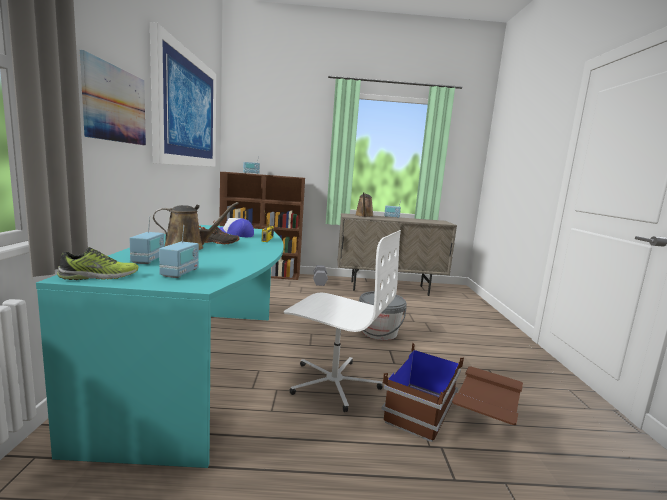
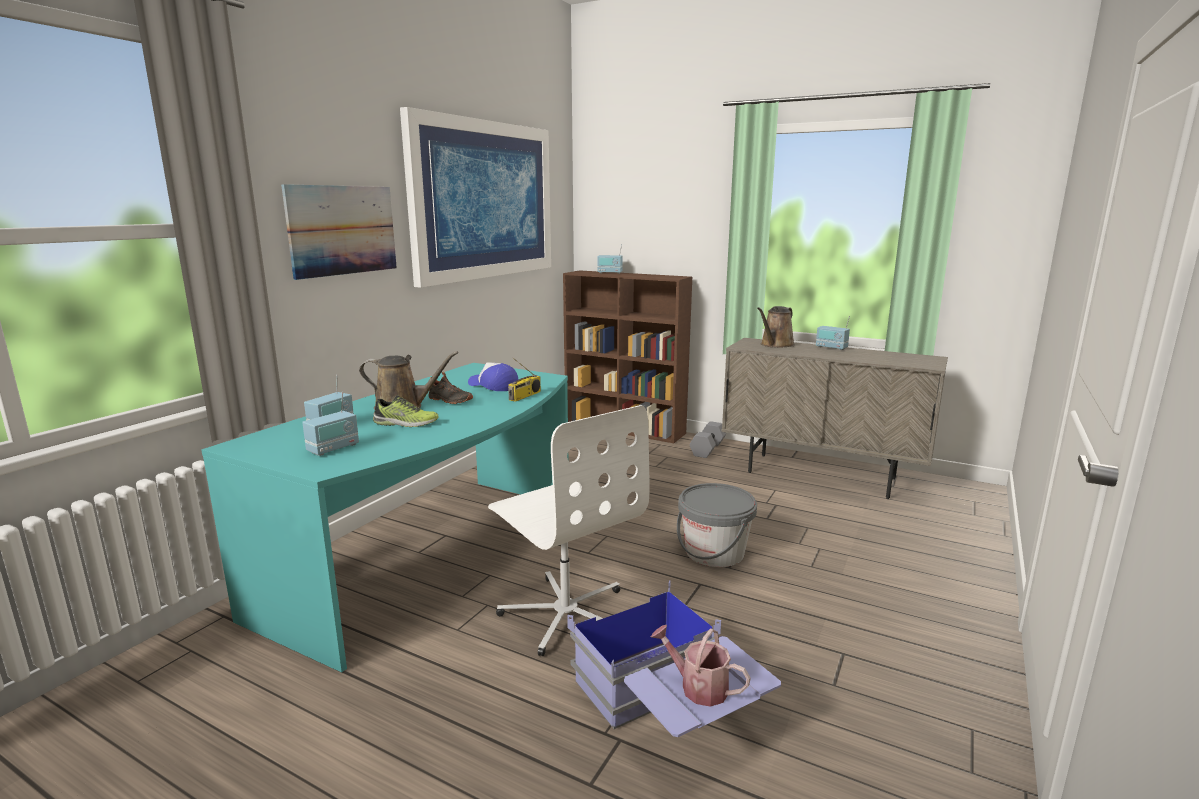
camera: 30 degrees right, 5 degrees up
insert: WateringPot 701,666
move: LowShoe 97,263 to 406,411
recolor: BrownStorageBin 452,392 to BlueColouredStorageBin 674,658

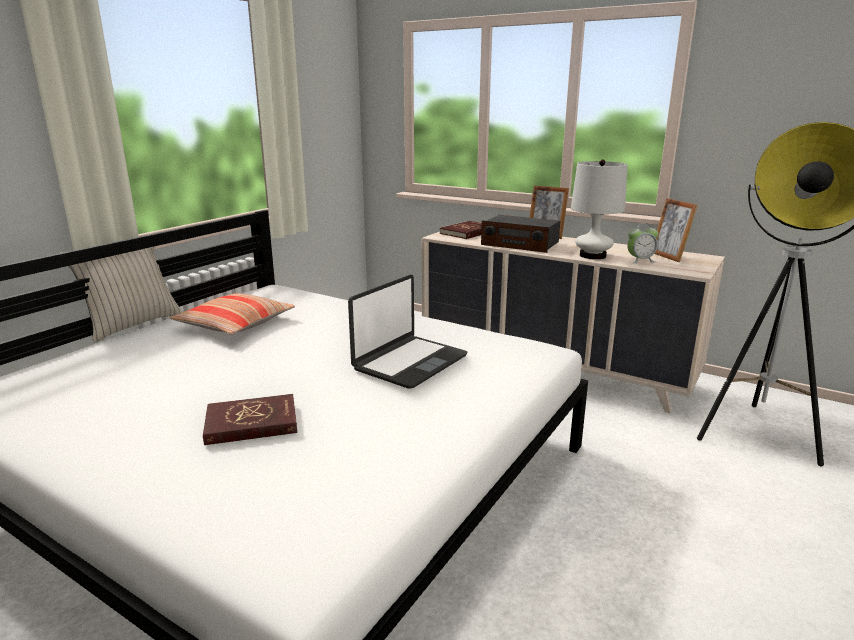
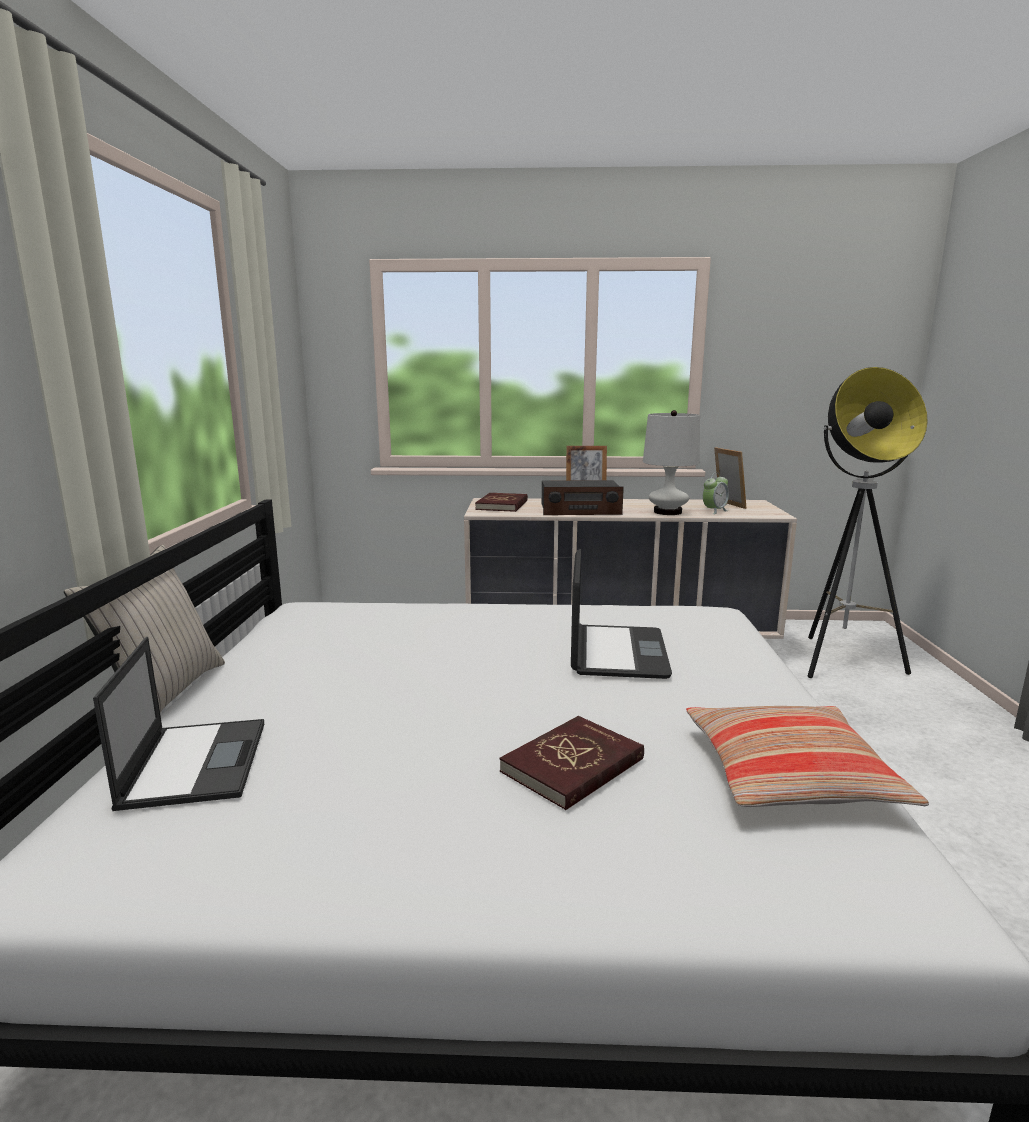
camera: 30 degrees left, 5 degrees down
insert: NotebookComputer 178,724
move: ThrowPillow 232,314 to 807,756
rotate: StandingFrame 676,230 = 730,478 150 degrees counterclockwise

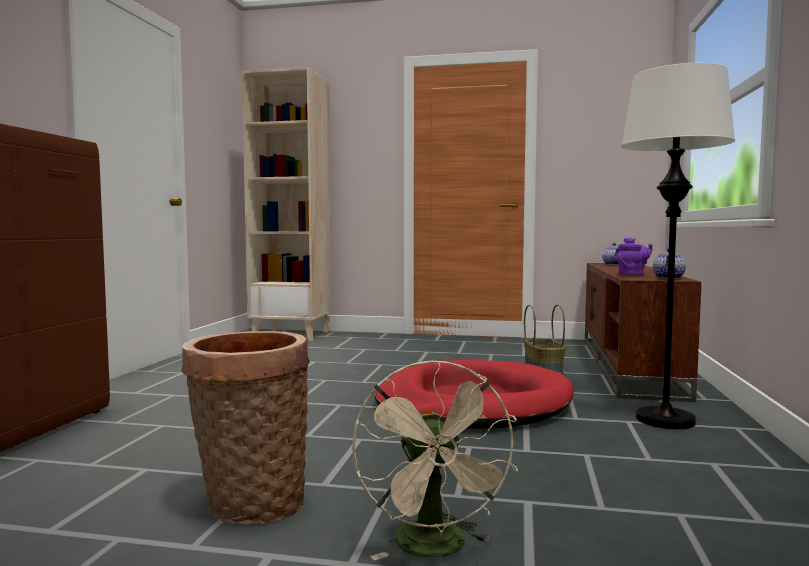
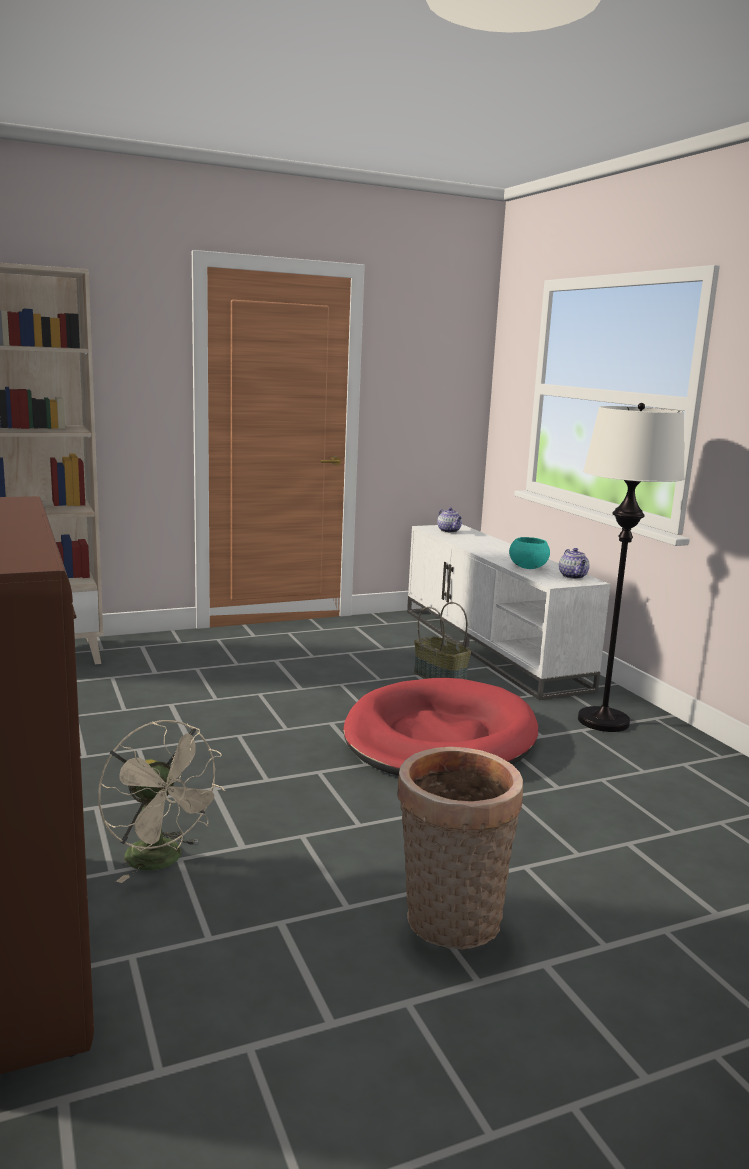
camera: 35 degrees left, 10 degrees up
move: BeigeColouredCoolingFan 435,460 to 161,801
replace: PurplishTeaPot 634,255 to BlueGreenServingBowl 529,553
recolor: BrownTvUnit 643,332 to WhiteColouredTvUnit 508,612

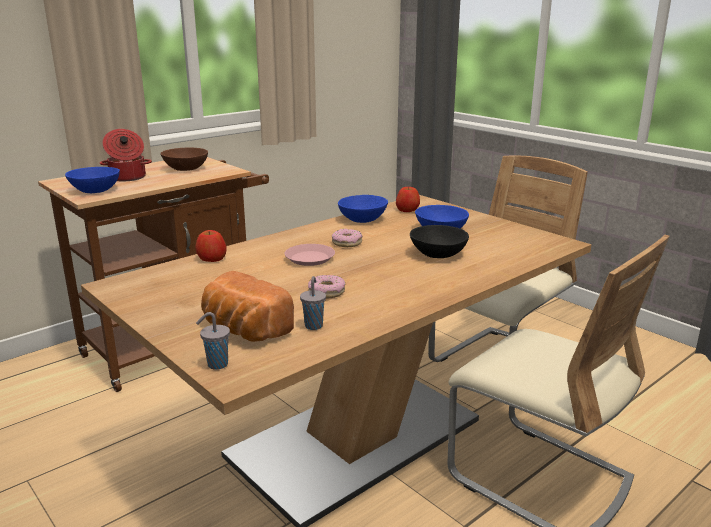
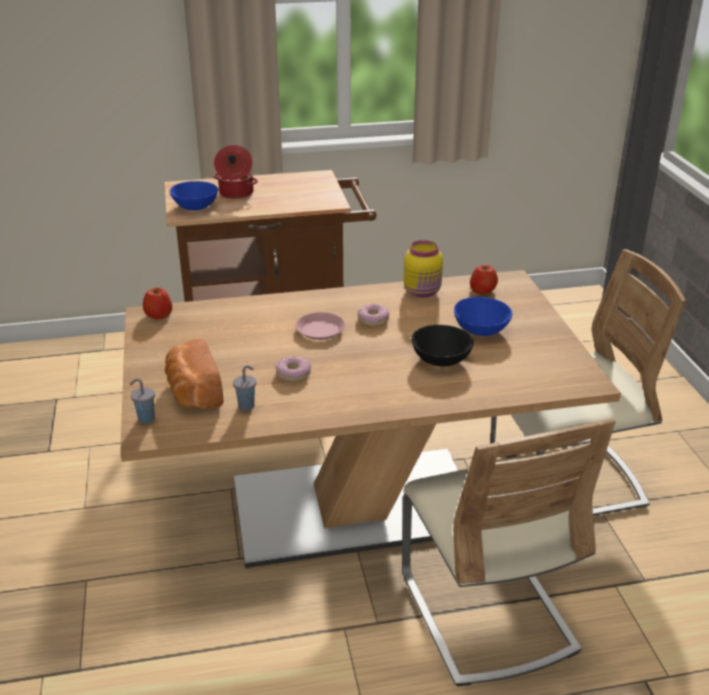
camera: 30 degrees right, 10 degrees up
delete: BrownServingBowl 184,159
move: WholeApple 211,246 to 157,303
replace: BlueColouredServingBowl 363,209 to YellowStorageJar 423,269

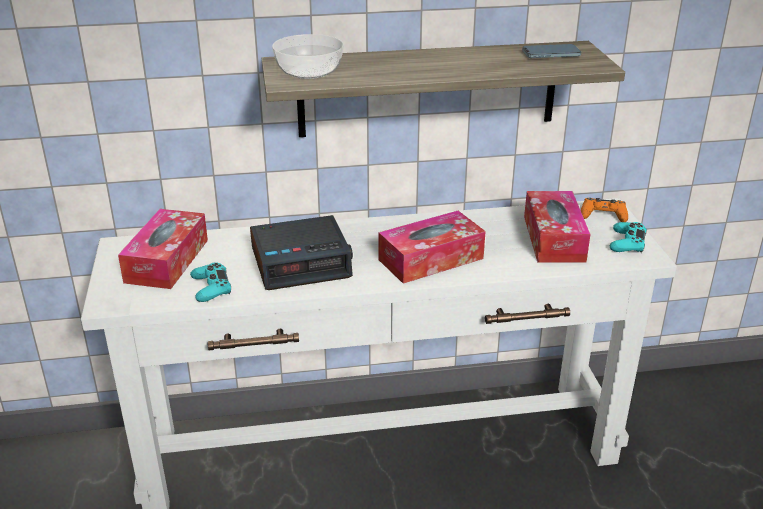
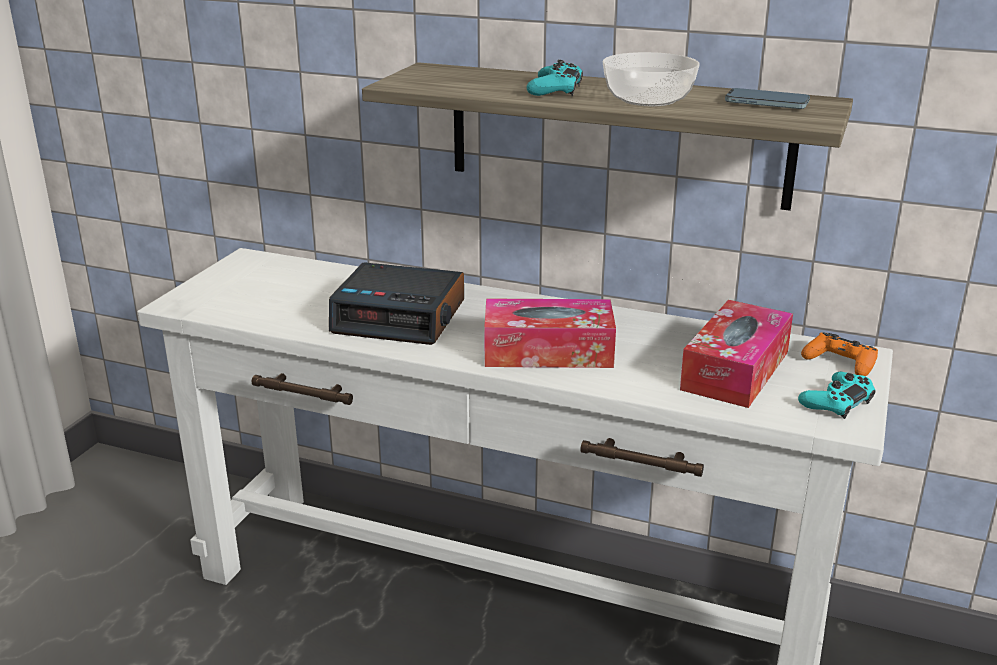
camera: 30 degrees right, 5 degrees down
delete: TissueHolder 163,249
move: BlueGreenGamepad 210,282 to 554,77; ServingBowl 308,56 to 651,79

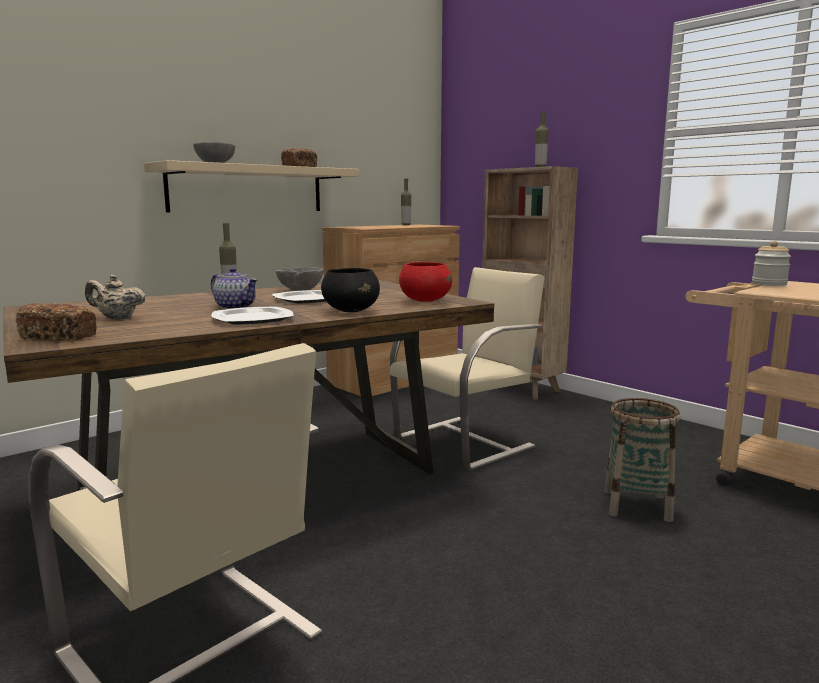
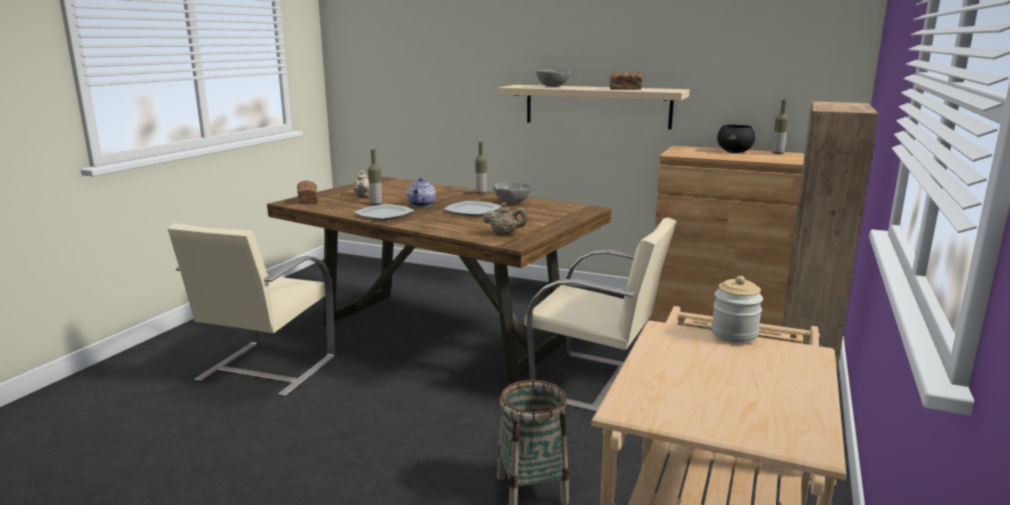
camera: 65 degrees right, 5 degrees up
move: BlackColouredServingBowl 350,290 to 736,138; BeverageBottle 542,139 to 375,177
replace: RedColouredServingBowl 425,282 to BeigeColouredTeaPot 505,218

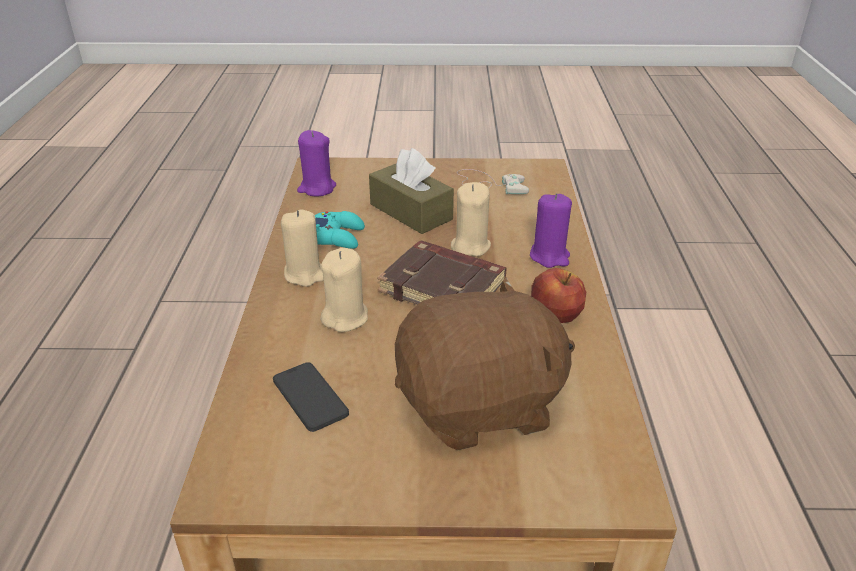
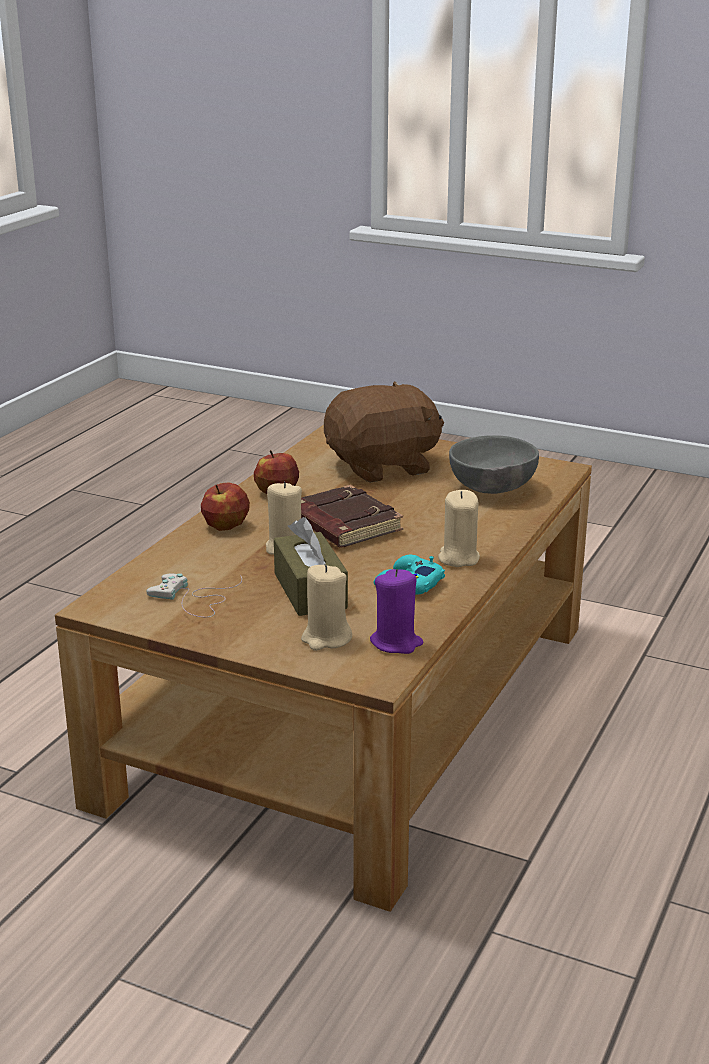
camera: 155 degrees left, 10 degrees down
move: BeigeColouredCandle 344,290 to 326,608
replace: Phone 311,397 to GrayServingBowl 494,464; PurplishCandle 551,230 to WholeApple 225,507
rotate: BrownSoftToy 485,363 = 384,432 150 degrees clockwise

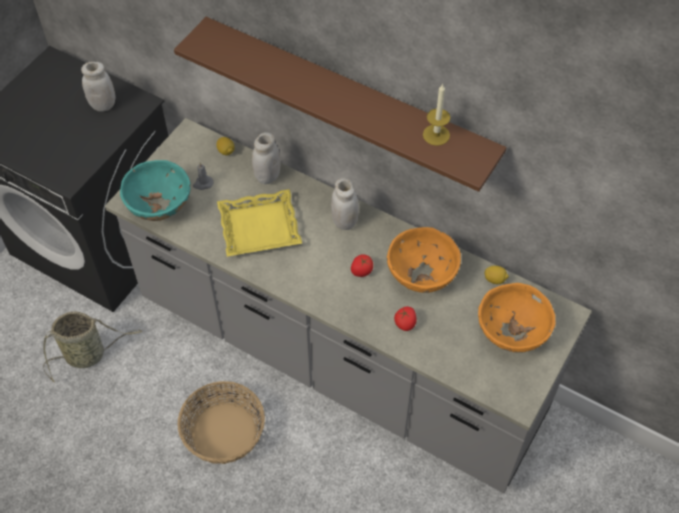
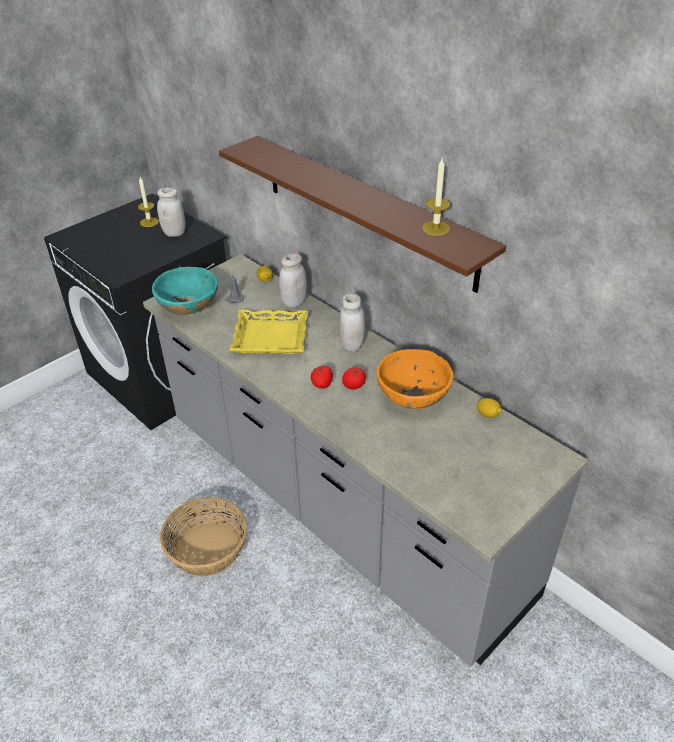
camera: 15 degrees right, 15 degrees down
delete: HouseholdBasket 92,347; OrangeyServingBowl 517,318
insert: Candle 148,202
move: Tomato 405,319 to 322,377

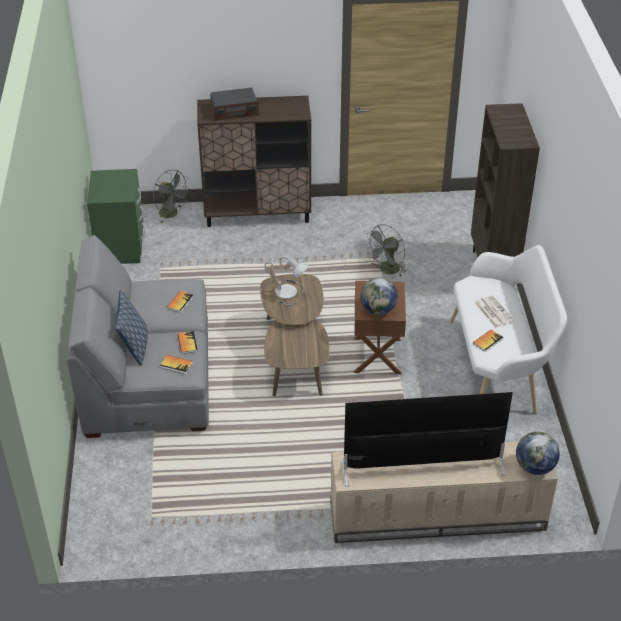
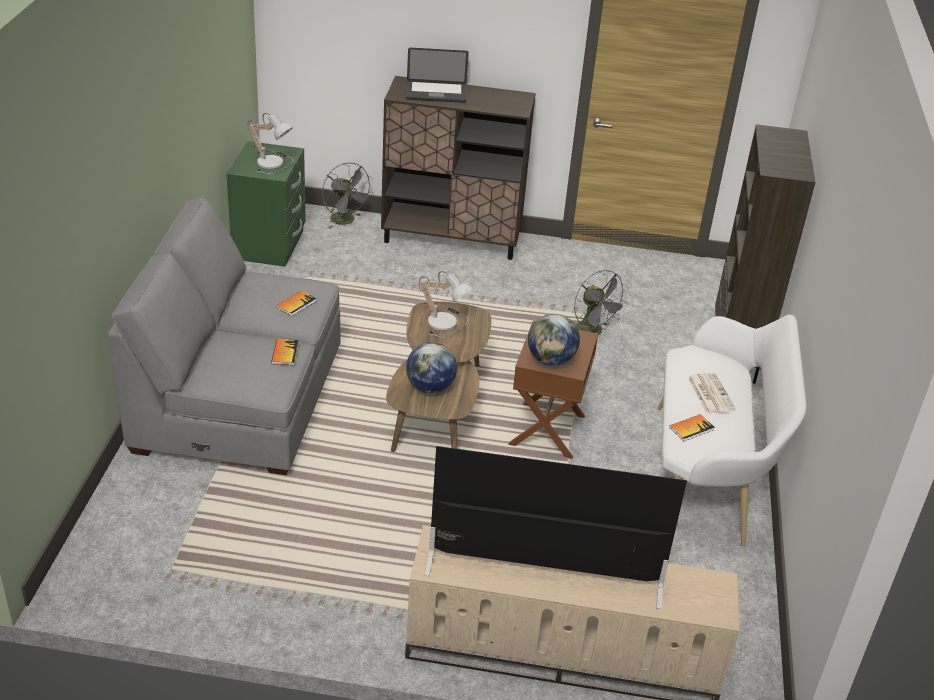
camera: 10 degrees right, 5 degrees down
delete: ThrowPillow 131,328; Volume 176,364
insert: TableLamp 270,143
move: WorldGlobe 538,453 to 431,367
replace: RadioReceiver 234,104 to NotebookComputer 437,75
rotate: GrayCoolingFan 385,250 = 601,302 90 degrees counterclockwise

